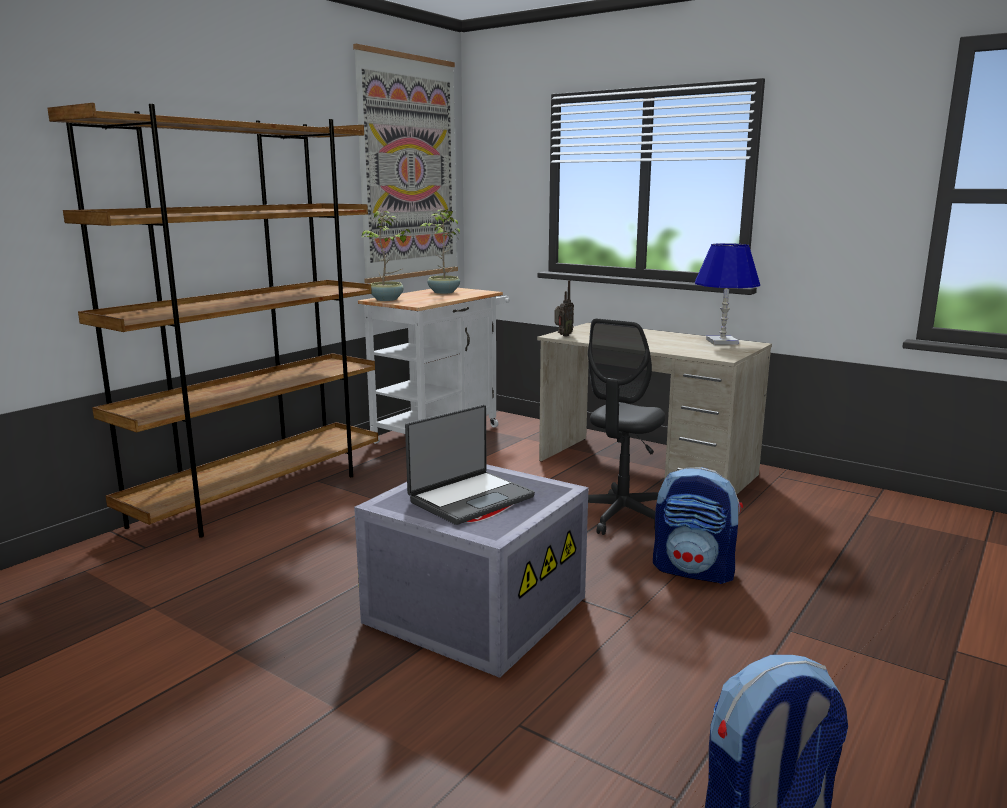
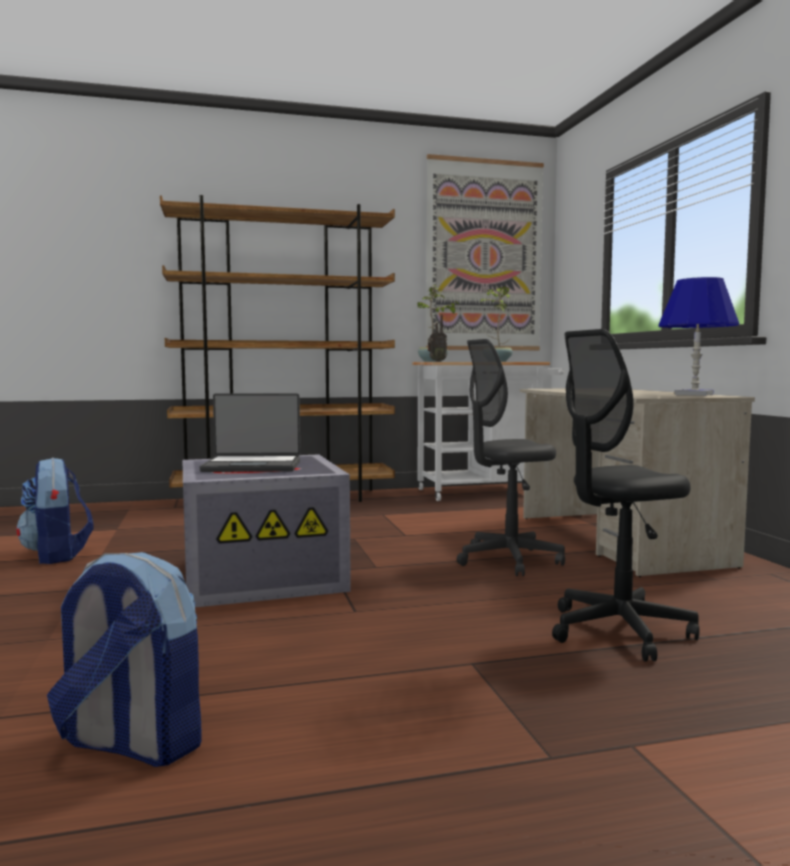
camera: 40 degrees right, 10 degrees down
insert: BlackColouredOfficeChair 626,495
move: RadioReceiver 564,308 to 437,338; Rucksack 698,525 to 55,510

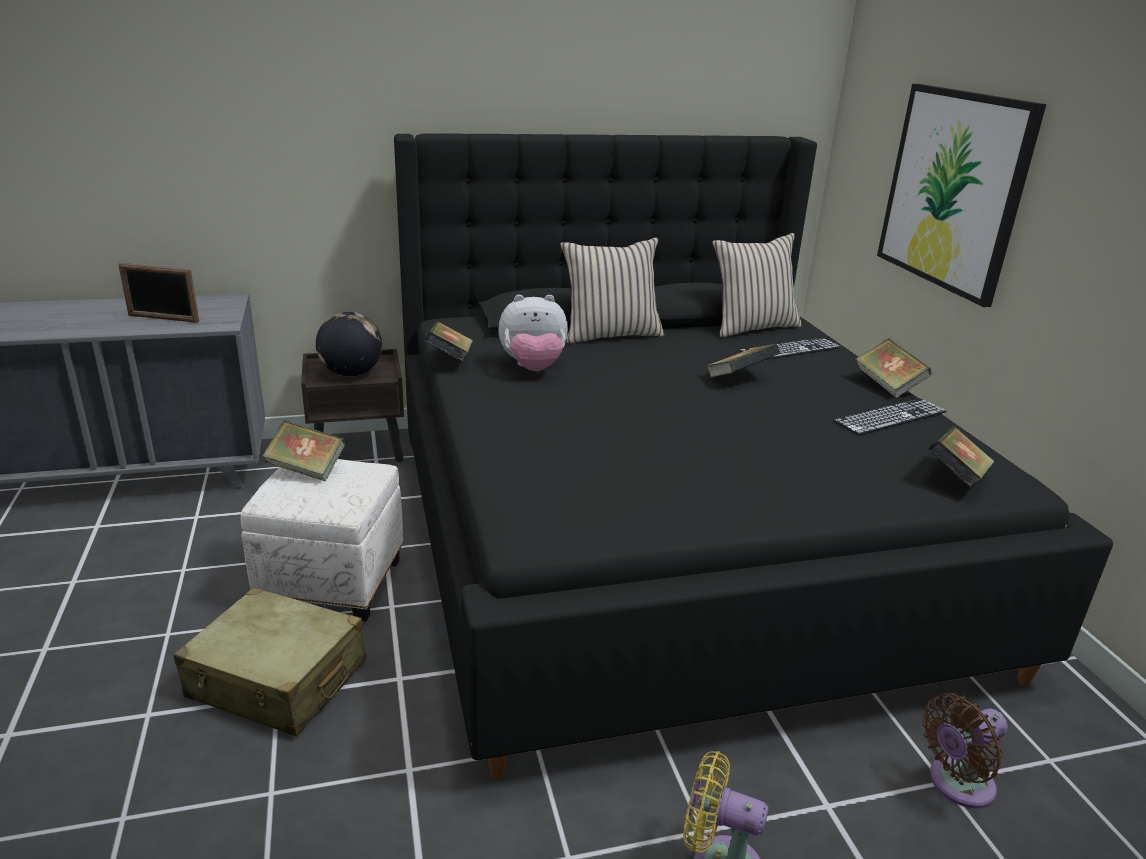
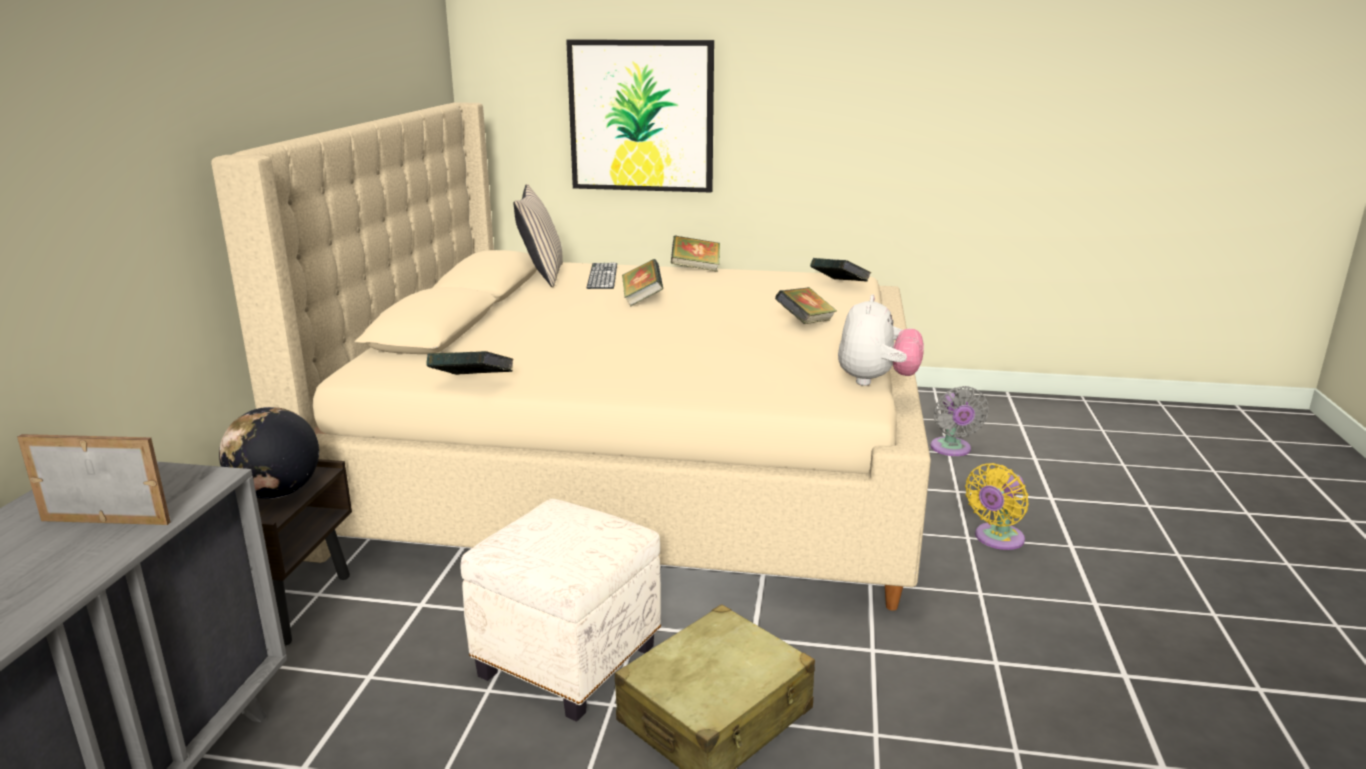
camera: 65 degrees left, 5 degrees down
delete: BeigeColouredThrowPillow 612,290; PcKeyboard 890,417
move: Volume 303,450 to 806,305; SoftToy 533,333 to 881,340
recolor: BlackColouredSleepingBed 753,456 to BeigeColouredSleepingBed 571,356; BrownCoolingFan 965,750 to GrayCoolingFan 960,421
rotate: StandingFrame 158,293 = 94,479 120 degrees counterclockwise

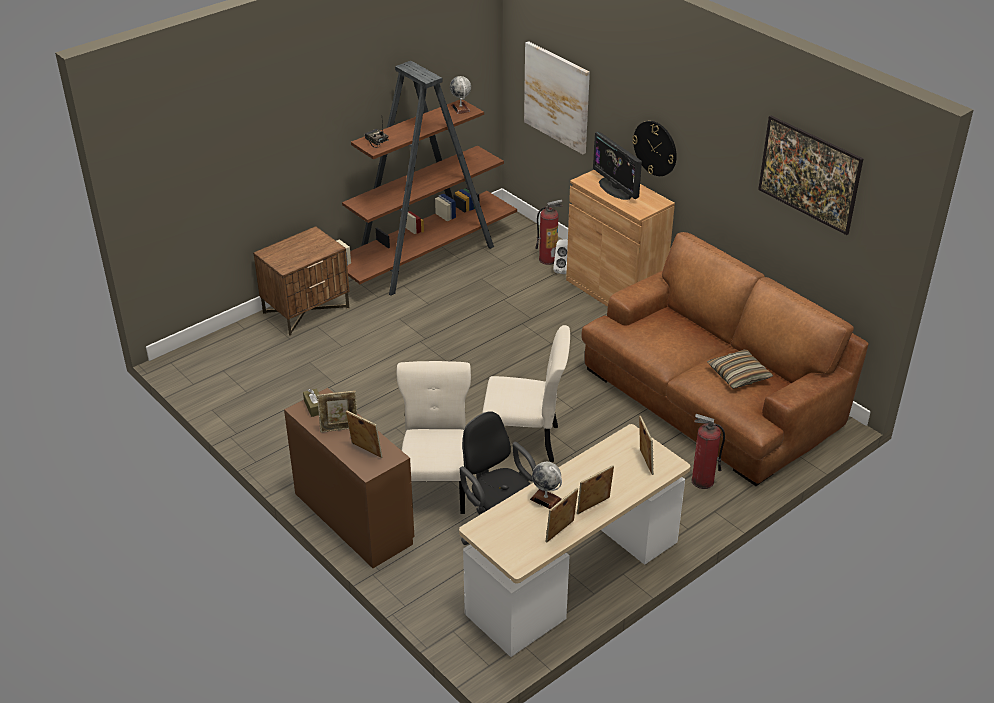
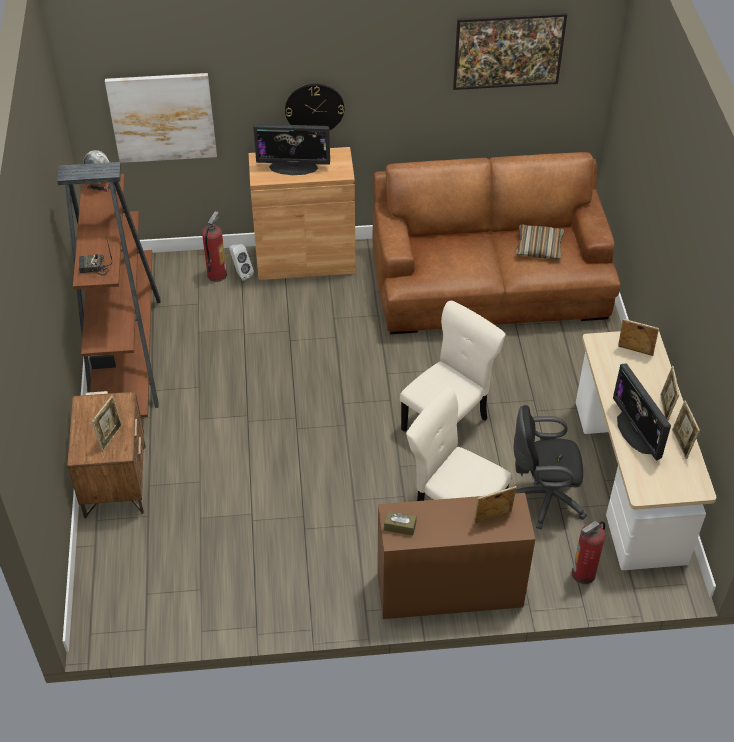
camera: 55 degrees left, 10 degrees up
move: StandingFrame 337,411 to 107,423; FireExtinguisher 708,451 to 589,552
replace: WorldGlobe 546,485 to ComputerScreen 642,411

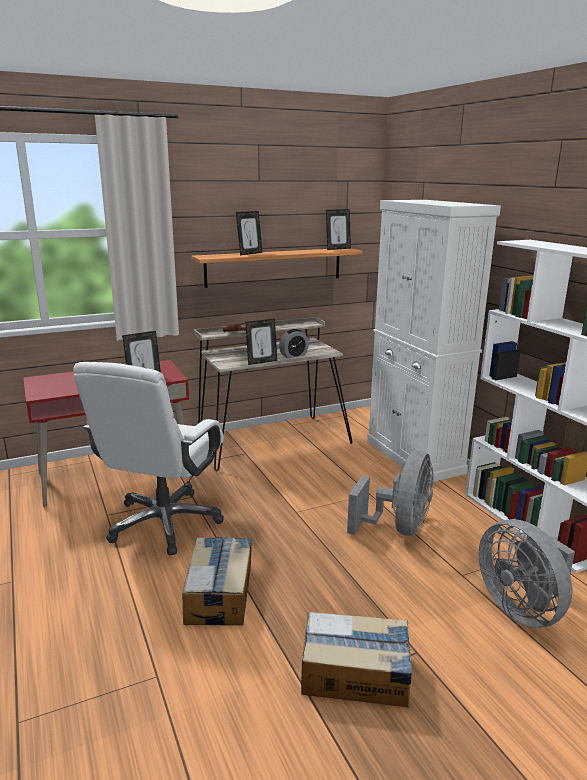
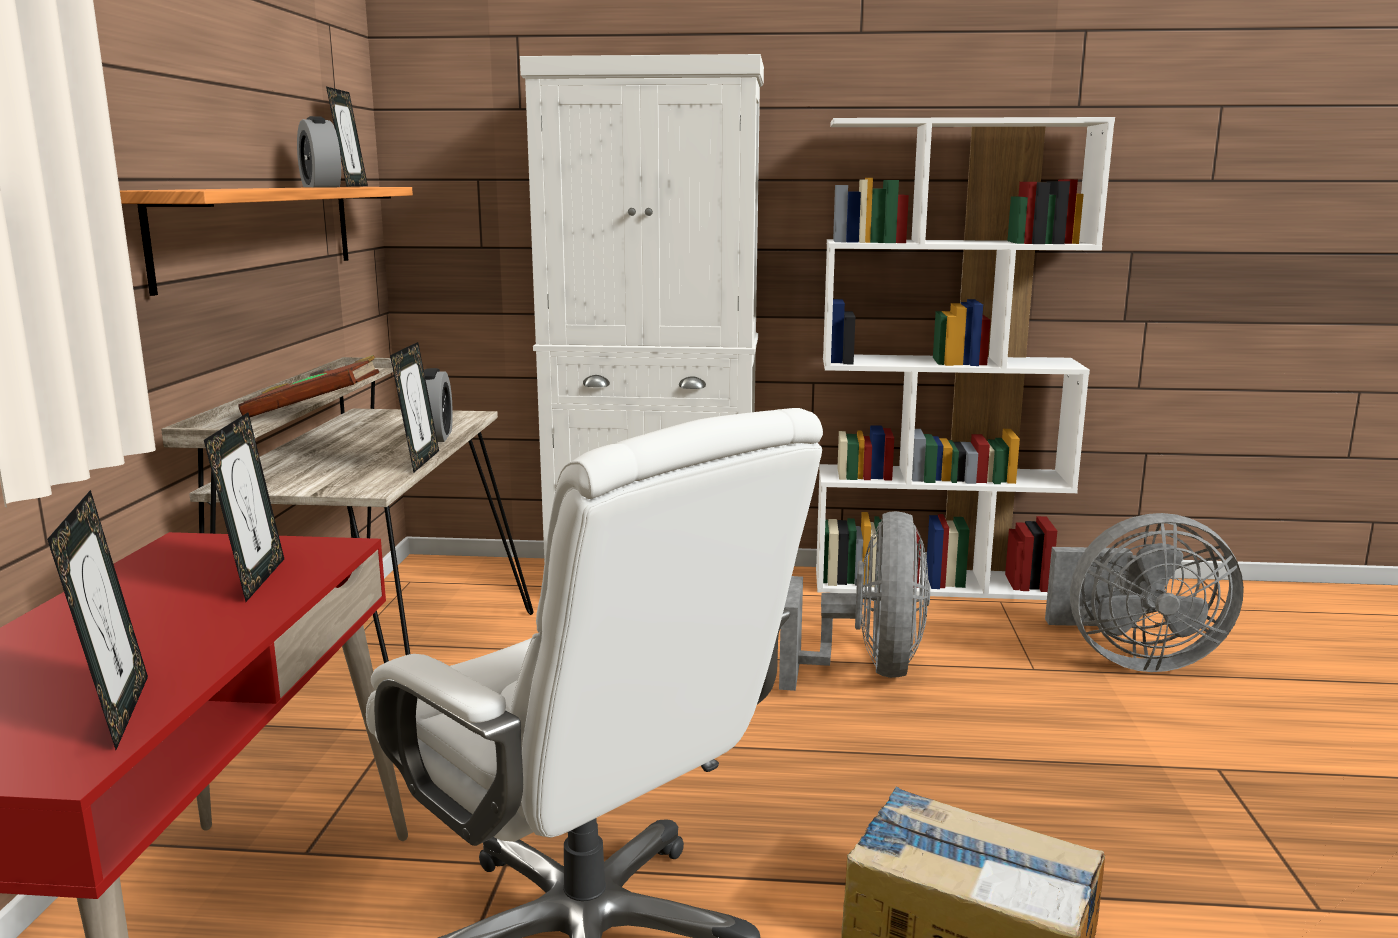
camera: 60 degrees left, 5 degrees down
delete: PackingBox 356,659
insert: AlarmClock 319,151
move: StandingFrame 249,233 to 97,620
rotate: GrayCoolingFan 390,493 = 854,601 45 degrees clockwise

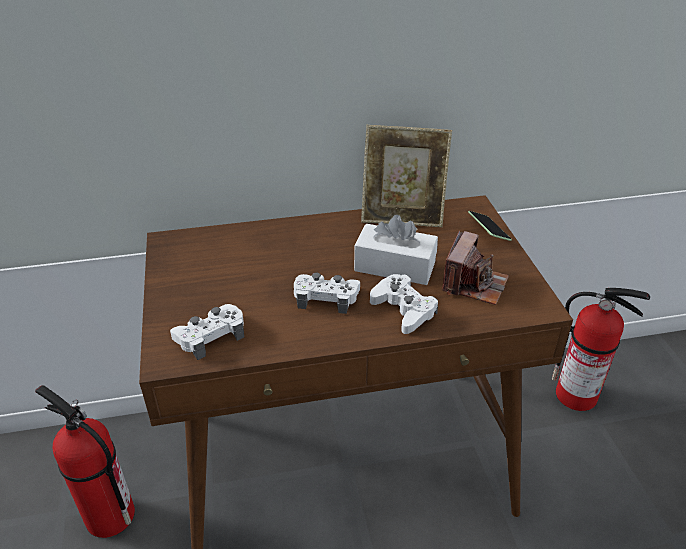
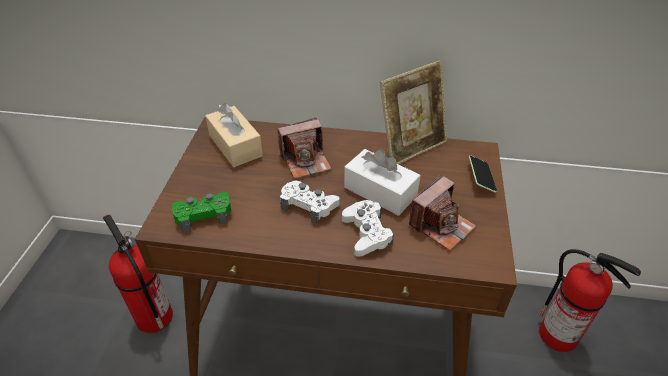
camera: 20 degrees right, 5 degrees up
insert: BeigeColouredTissueHolder 234,135; PhotoCamera 304,148
recolor: WhiteColouredGamepad 207,332 to GreenColouredGamepad 201,212
rotate: StandingFrame 406,176 = 413,112 60 degrees counterclockwise

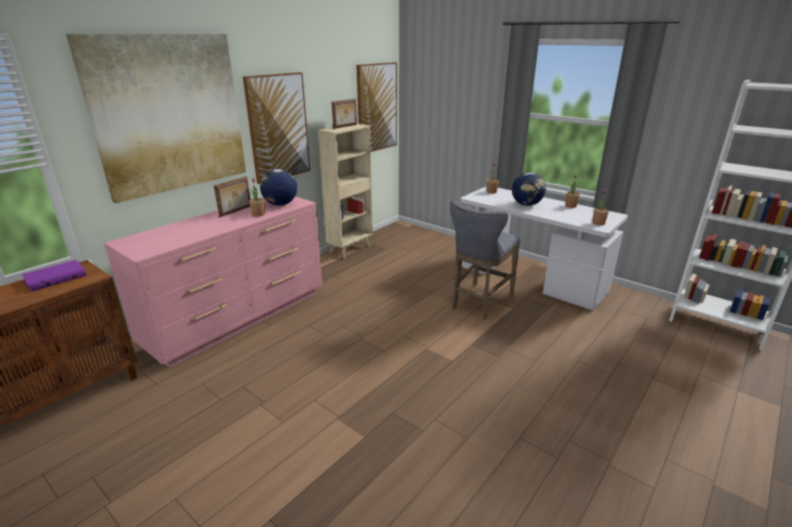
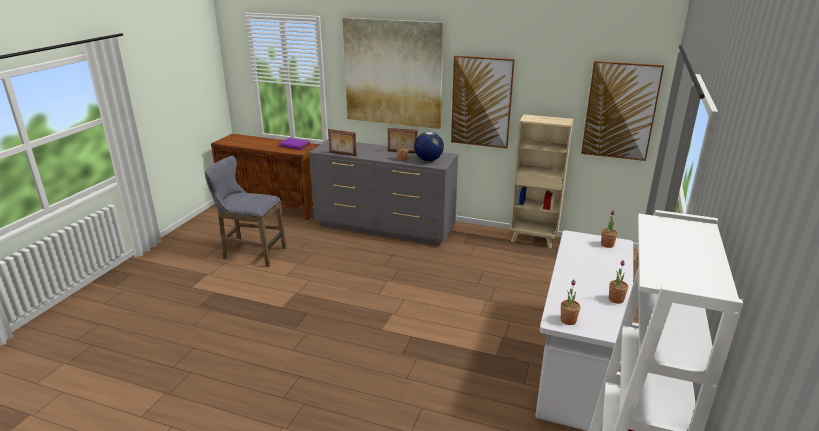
camera: 70 degrees right, 0 degrees up
delete: WorldGlobe 529,189
move: StandingFrame 344,114 to 342,142; GrayStool 485,260 to 246,211
recolor: PinkColouredDresser 213,282 to GrayDresser 383,192

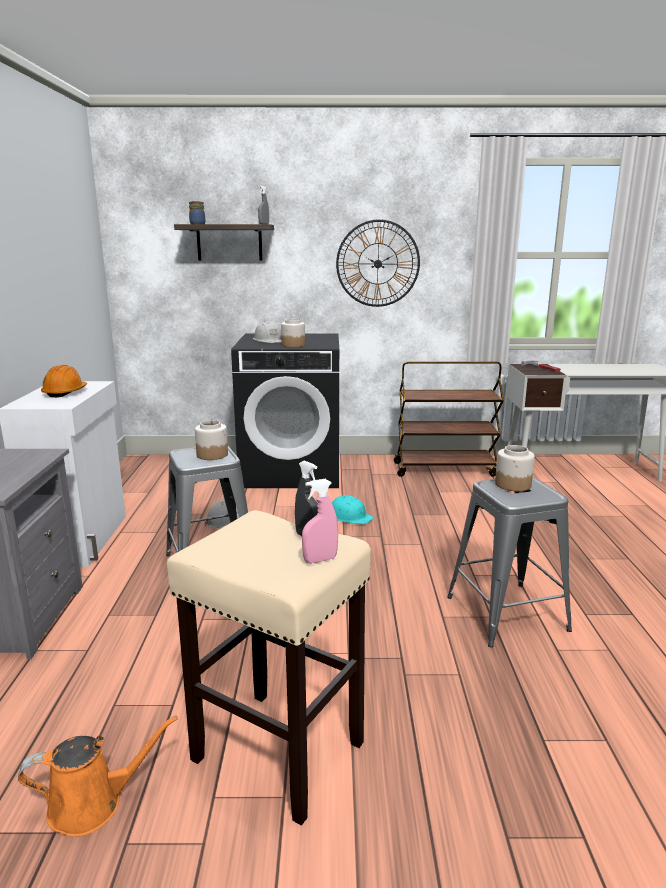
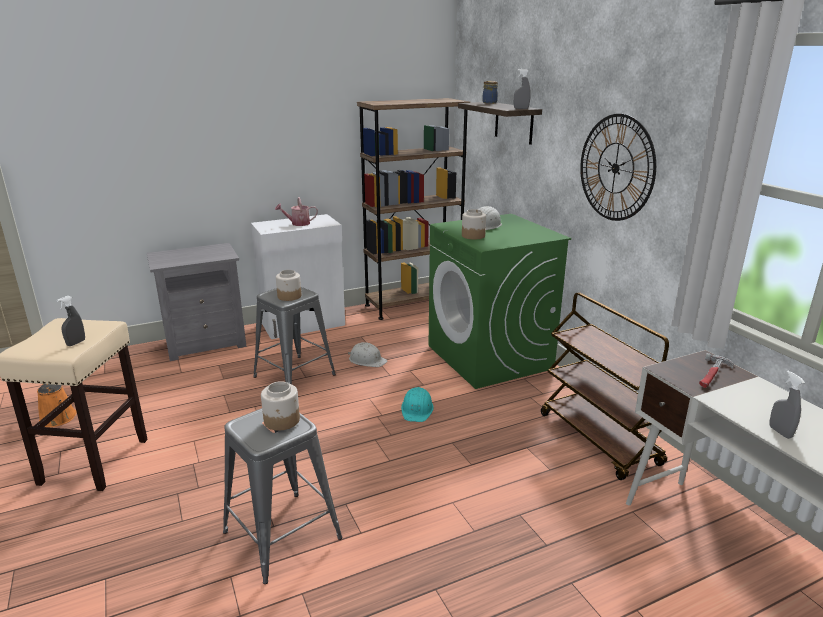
camera: 65 degrees right, 5 degrees up
delete: PinkColouredSprayBottle 320,521
insert: BrownBookcase 414,209; GraySprayBottle 787,405
replace: OrangeyWorkHelmet 64,381 to WateringPot 296,211
recolor: BlackColouredWashingMachine 285,410 to GreenColouredWashingMachine 500,301

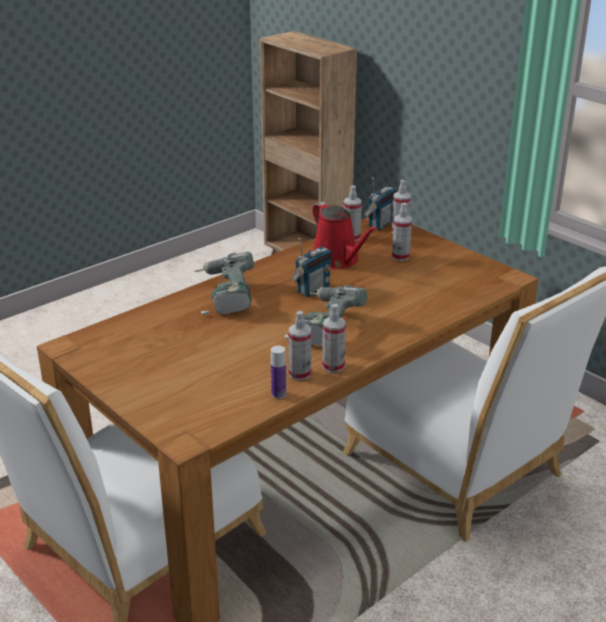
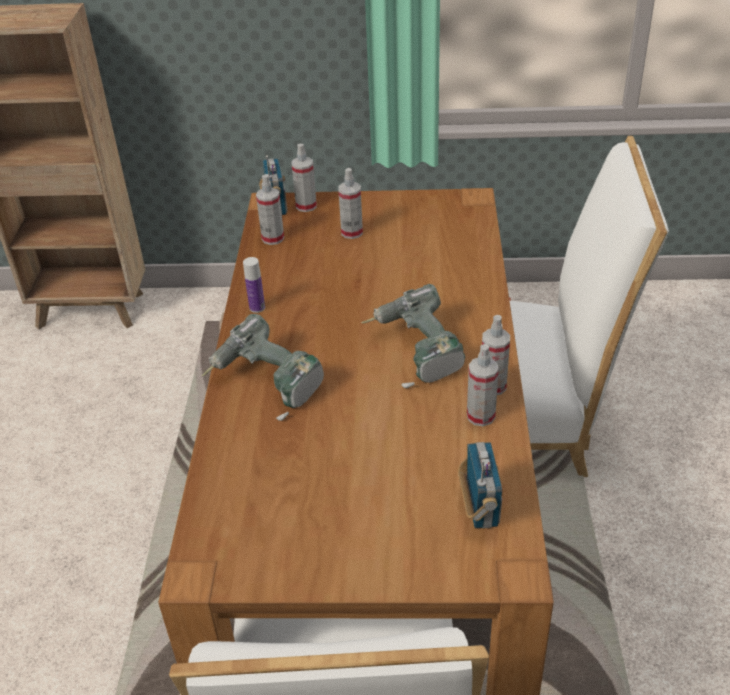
camera: 45 degrees left, 10 degrees up
delete: RedColouredWateringPot 345,235
move: BeverageBottle 278,372 to 254,285; RadioReceiver 311,267 to 480,485

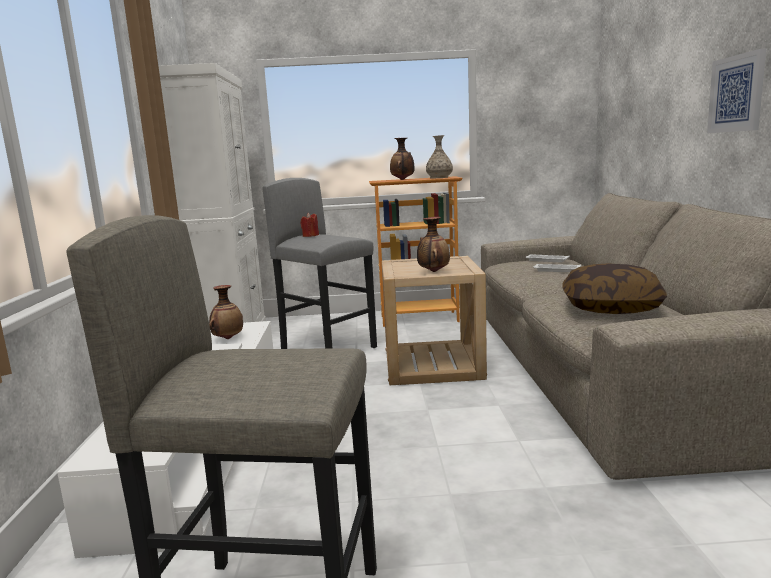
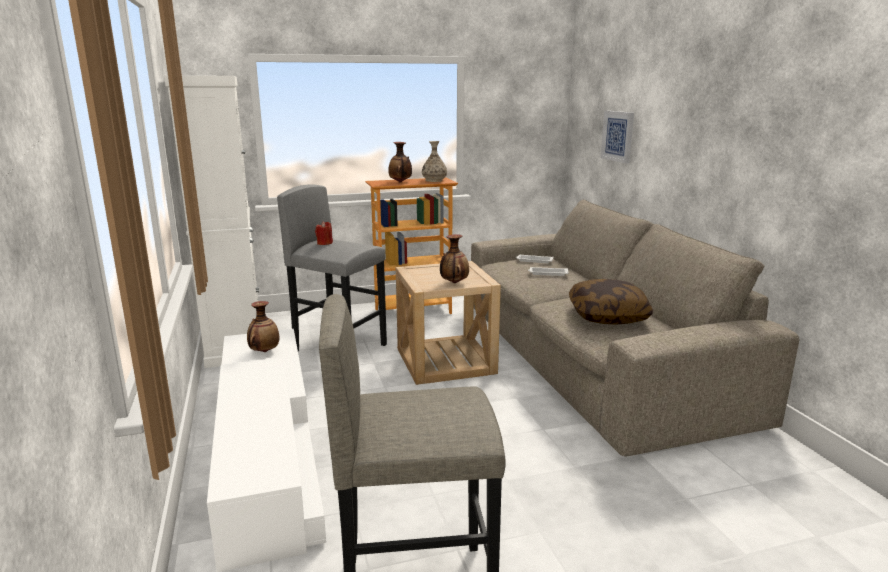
camera: 15 degrees left, 5 degrees up
move: WallArt 736,90 to 617,137

